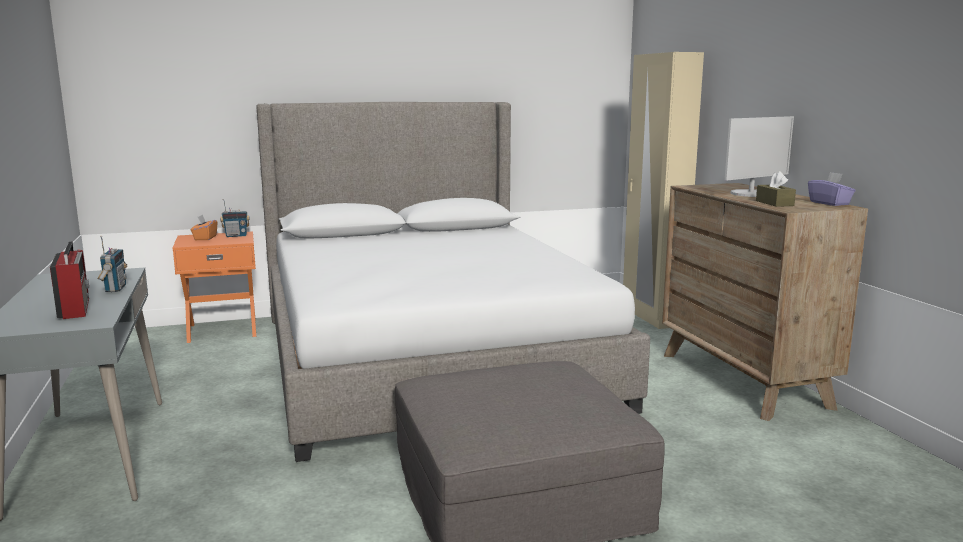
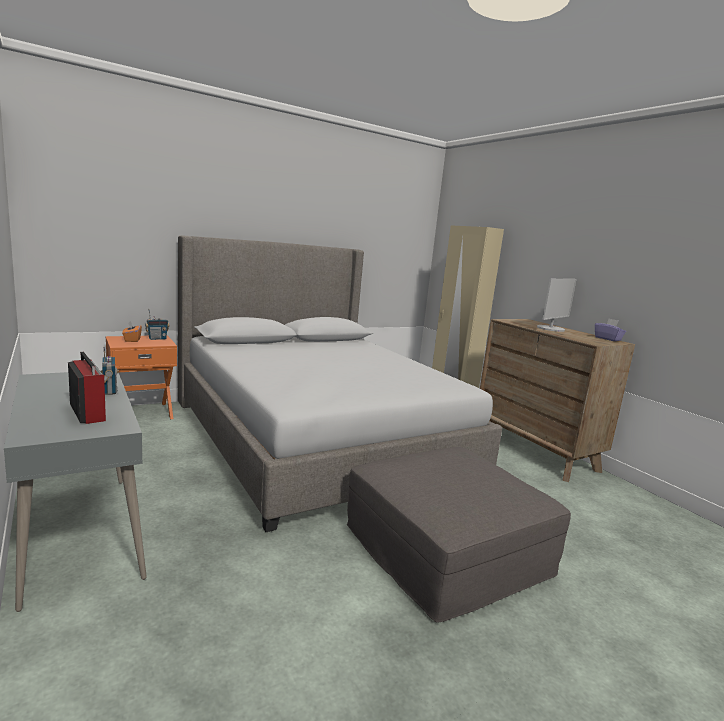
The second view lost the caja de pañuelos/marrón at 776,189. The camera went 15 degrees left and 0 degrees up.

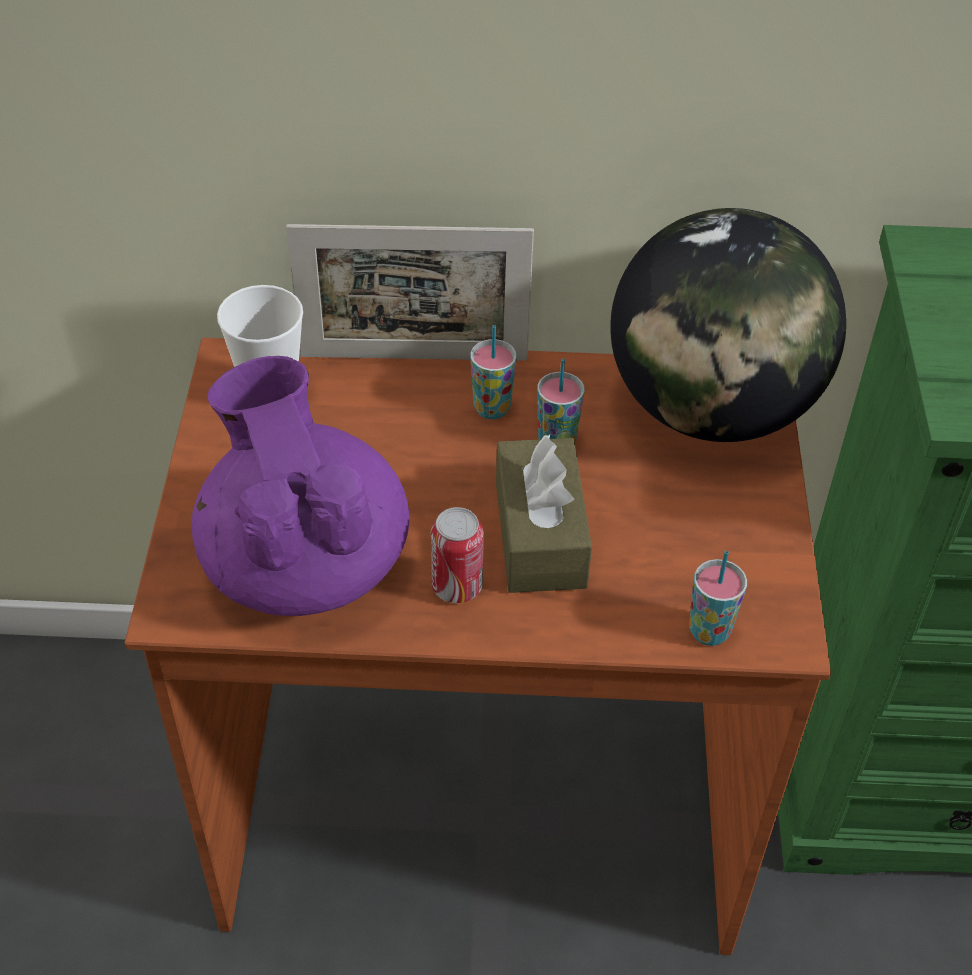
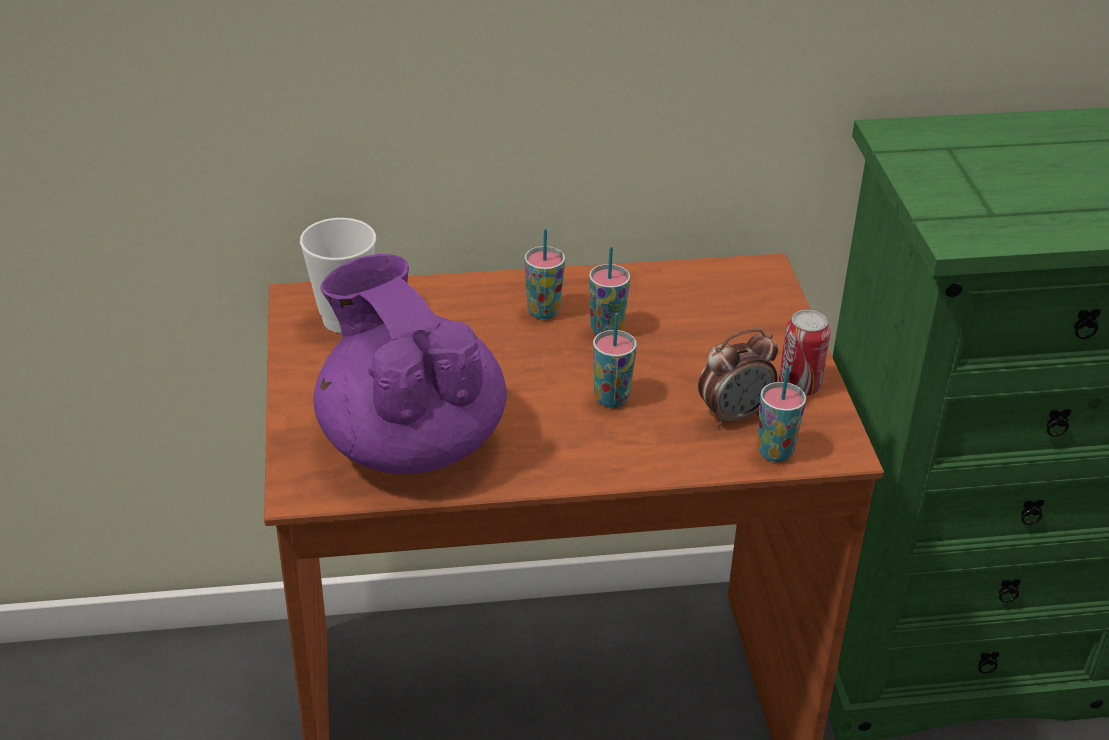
Where the caja de pañuelos/marrón stood at 544,513, the taza came to stand at 615,360. The second view gained the despertador at 738,377. The lata ended up elsewhere, having gone from 457,555 to 805,353. The second view lost the portarretratos at 410,292. The second view lost the globo terráqueo at 728,325. The camera went 10 degrees left and 10 degrees down.

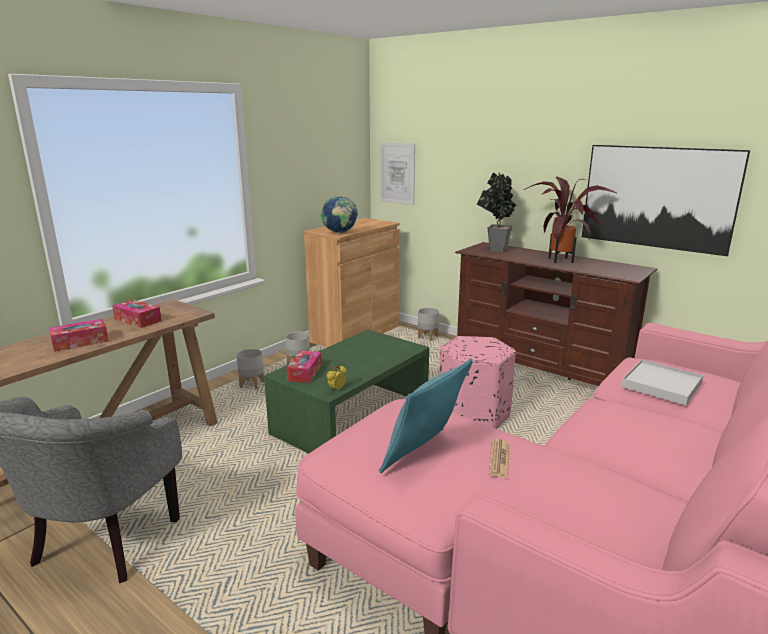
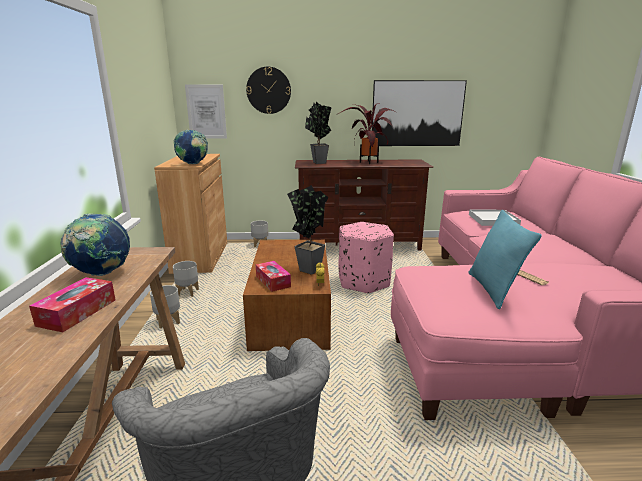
Where the caja de pañuelos stood at 136,313, the globo terráqueo came to stand at 95,244. What was the mesa de centro/verde at 346,391 turned into the mesa de centro/marrón at 287,295. The second view gained the reloj de pared at 268,90. The second view gained the planta en maceta at 307,230. The camera went 40 degrees left and 0 degrees up.

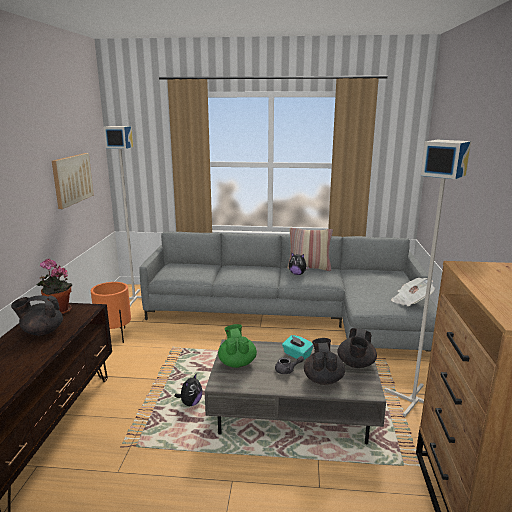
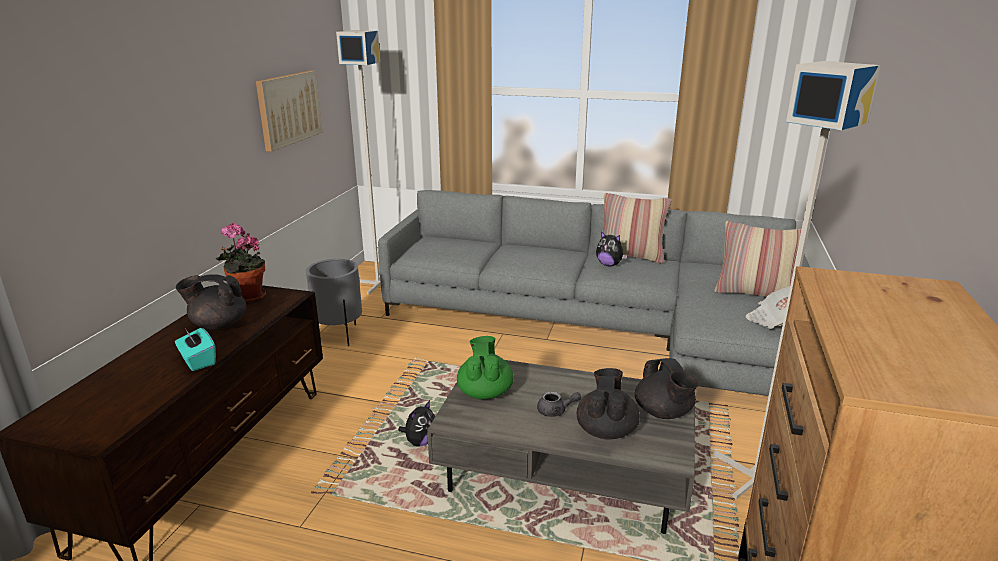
The caja de pañuelos/turquesa ended up elsewhere, having gone from 297,347 to 195,349. What was the maceta/naranja at 111,312 turned into the maceta/gris at 334,302. The tetera/negro at 357,348 ended up facing another way, 45 degrees counterclockwise from before. The second view gained the cojín at 757,259. The camera went 10 degrees right and 5 degrees up.

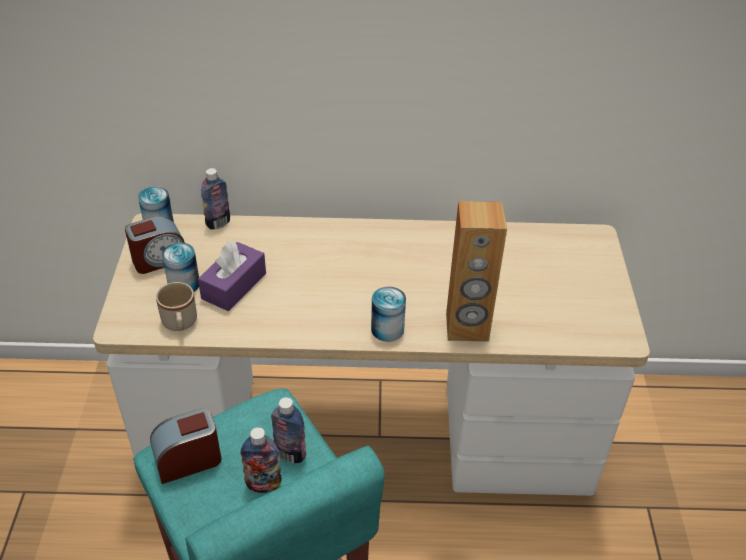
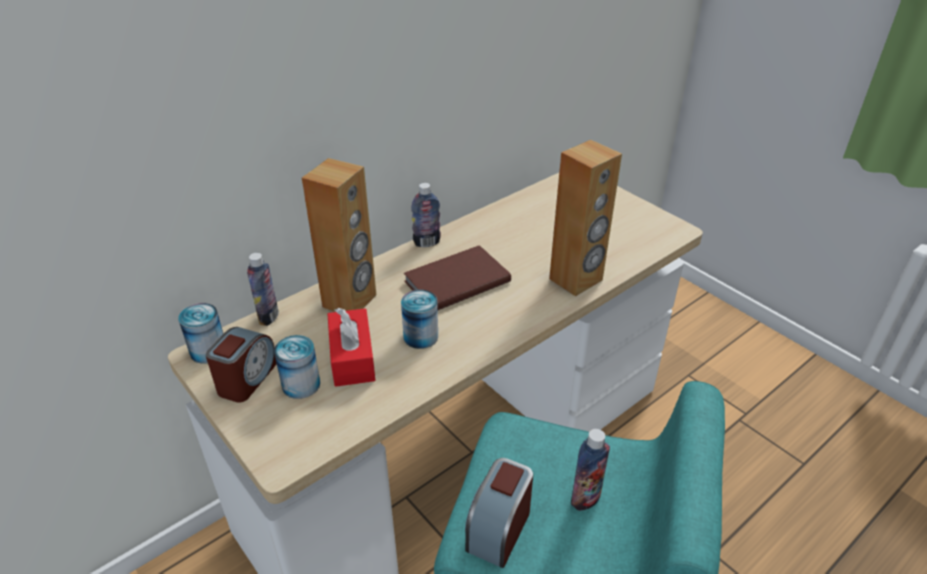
The second view gained the altavoz/marrón at 339,235. What was the caja de pañuelos/morado at 232,276 turned into the caja de pañuelos/rojo at 351,347. The lata ended up elsewhere, having gone from 388,314 to 419,319. The second view gained the libro/marrón at 457,277. The botella ended up elsewhere, having gone from 288,430 to 426,215. The second view lost the taza grande/beis at 176,306. The camera went 40 degrees left and 5 degrees down.

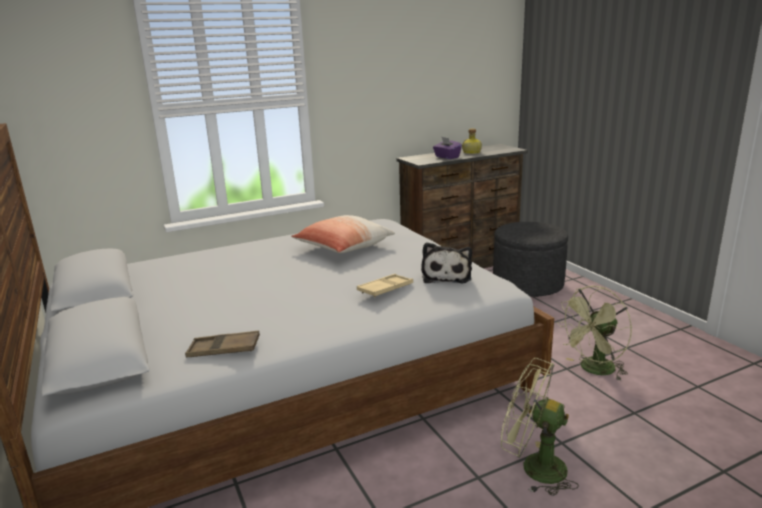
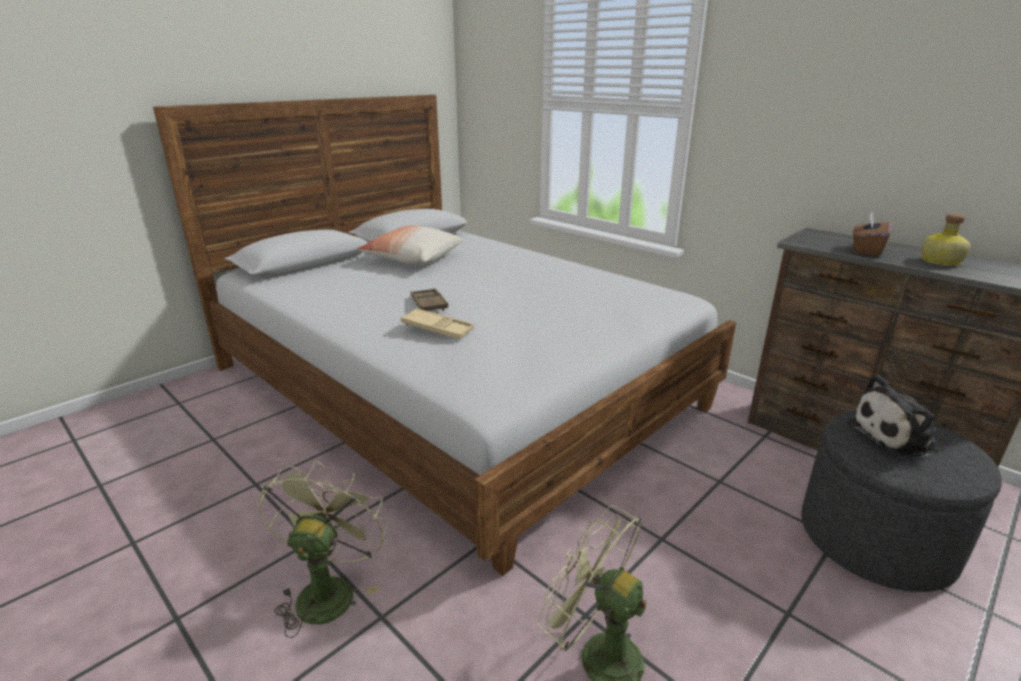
The cojín ended up elsewhere, having gone from 343,234 to 410,245. The bandeja/marrón ended up elsewhere, having gone from 222,344 to 429,299. The peluche ended up elsewhere, having gone from 446,262 to 893,417. What was the caja de pañuelos/morado at 447,148 turned into the caja de pañuelos/marrón at 872,233. The camera went 70 degrees right and 5 degrees up.

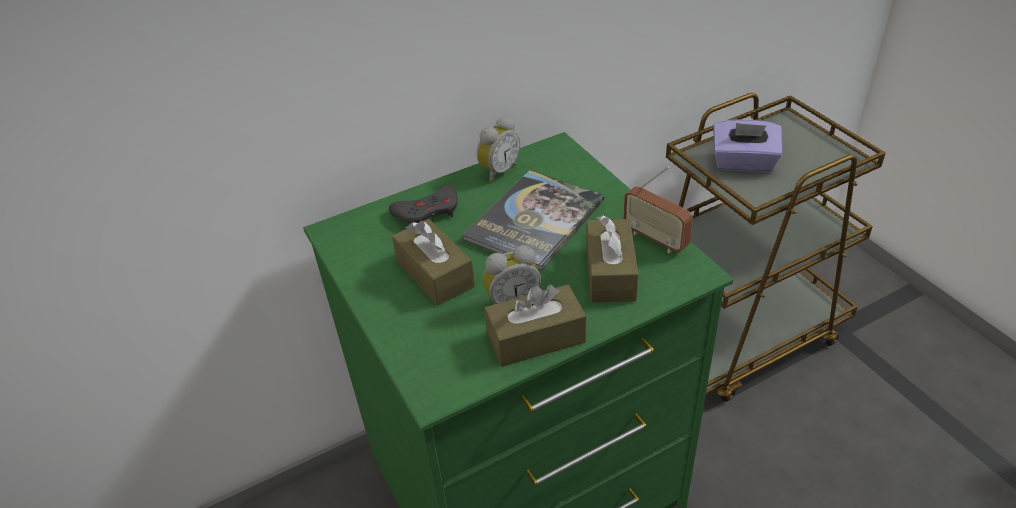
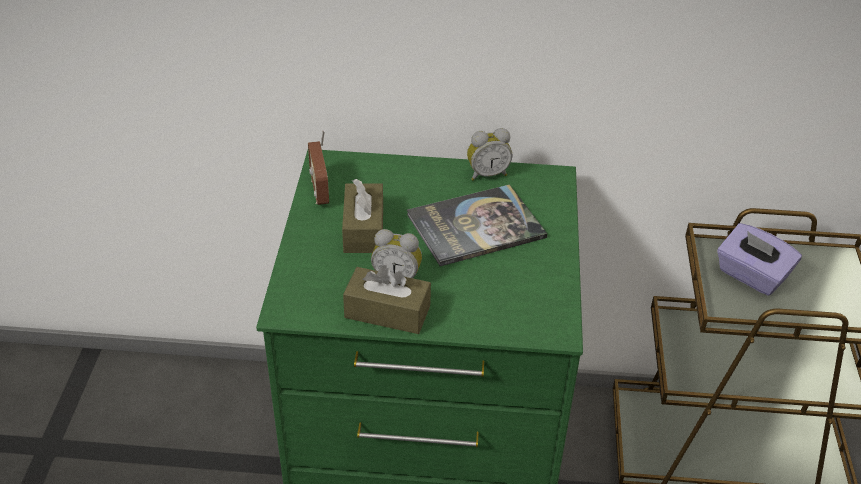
The radio ended up elsewhere, having gone from 658,210 to 318,167. The second view lost the mando de consola/gris at 423,204. The second view lost the caja de pañuelos/marrón at 612,259. The camera went 30 degrees right and 0 degrees up.

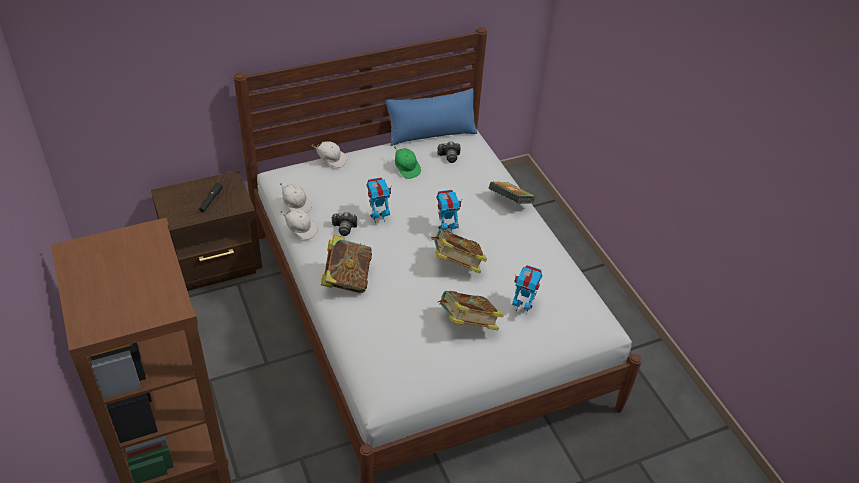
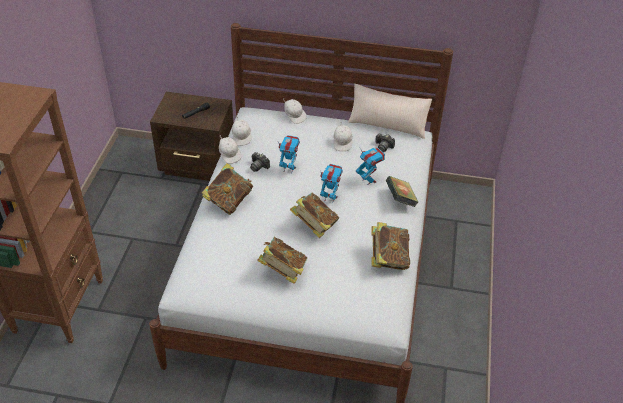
What was the gorra/verde at 407,162 turned into the gorra/blanco at 343,136. What was the cojín/azul at 431,117 turned into the cojín/beis at 390,111. The robot de juguete ended up elsewhere, having gone from 527,289 to 370,166. The second view gained the libro at 390,246. The camera went 35 degrees right and 0 degrees up.

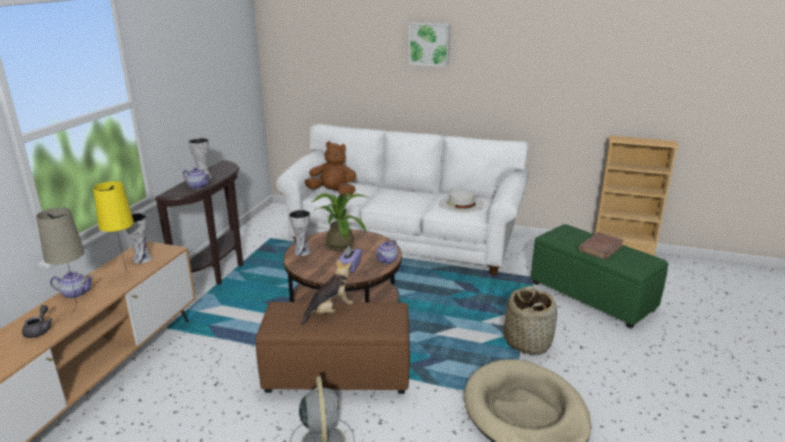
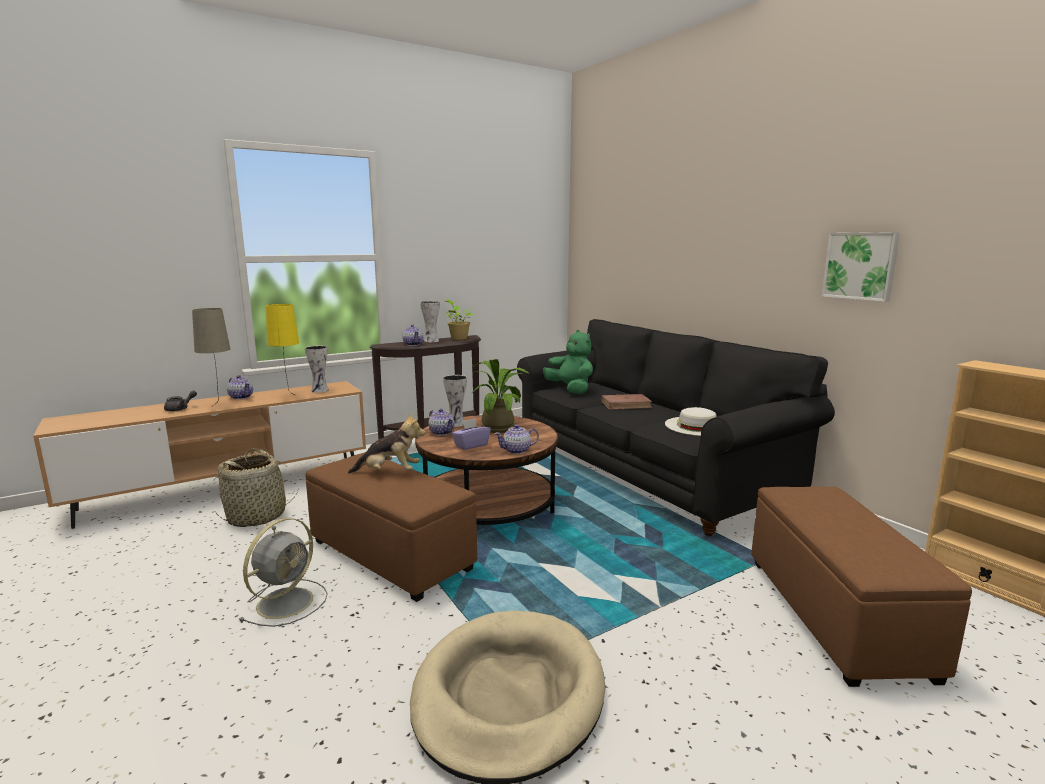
The cesta ended up elsewhere, having gone from 530,320 to 256,487. The second view gained the tetera at 441,422. The second view gained the planta en maceta at 458,319. What was the sofá/blanco at 402,200 turned into the sofá/negro at 676,427. What was the peluche/marrón at 331,168 turned into the peluche/verde at 568,362. The libro/marrón ended up elsewhere, having gone from 601,246 to 627,402. What was the puf/verde at 599,276 turned into the puf/marrón at 861,587. The cuadro ended up elsewhere, having gone from 429,45 to 861,267. The camera went 40 degrees right and 10 degrees down.

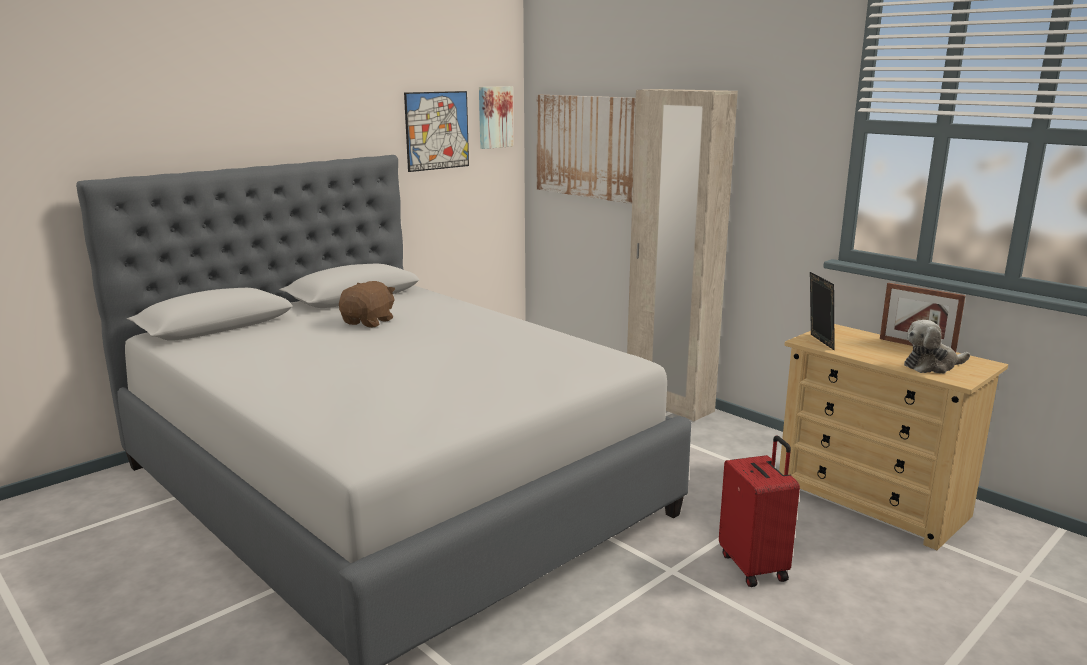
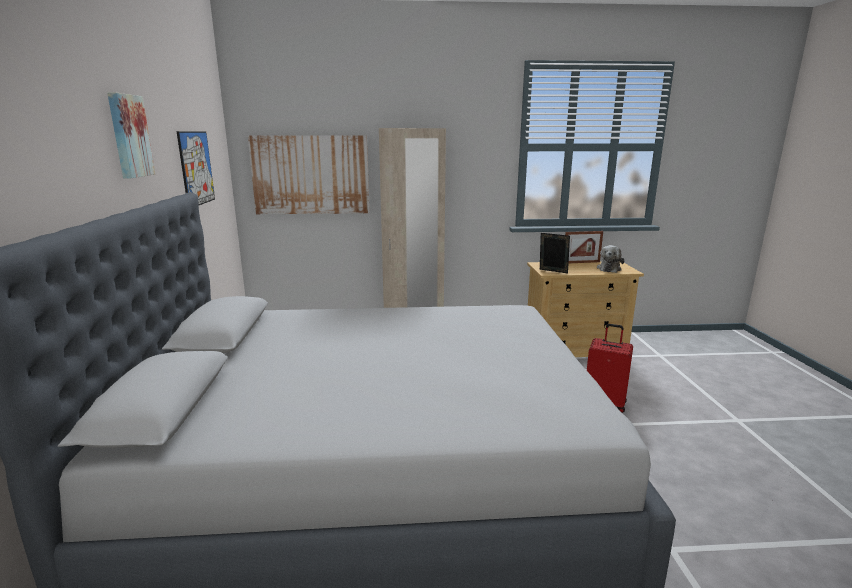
The cuadro ended up elsewhere, having gone from 496,117 to 131,135. The second view lost the peluche/marrón at 367,304. The camera went 50 degrees left and 0 degrees up.

